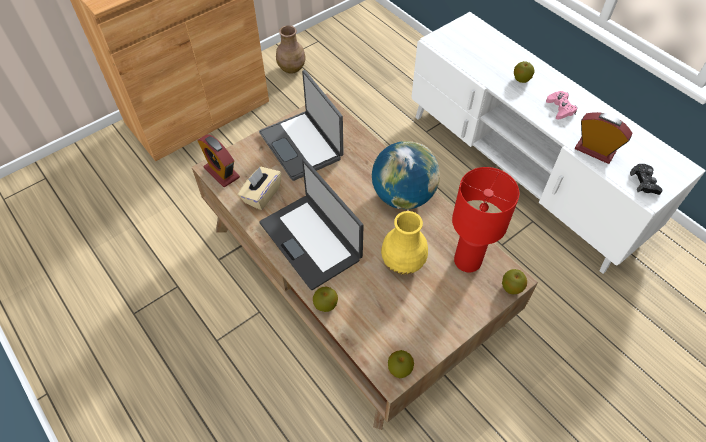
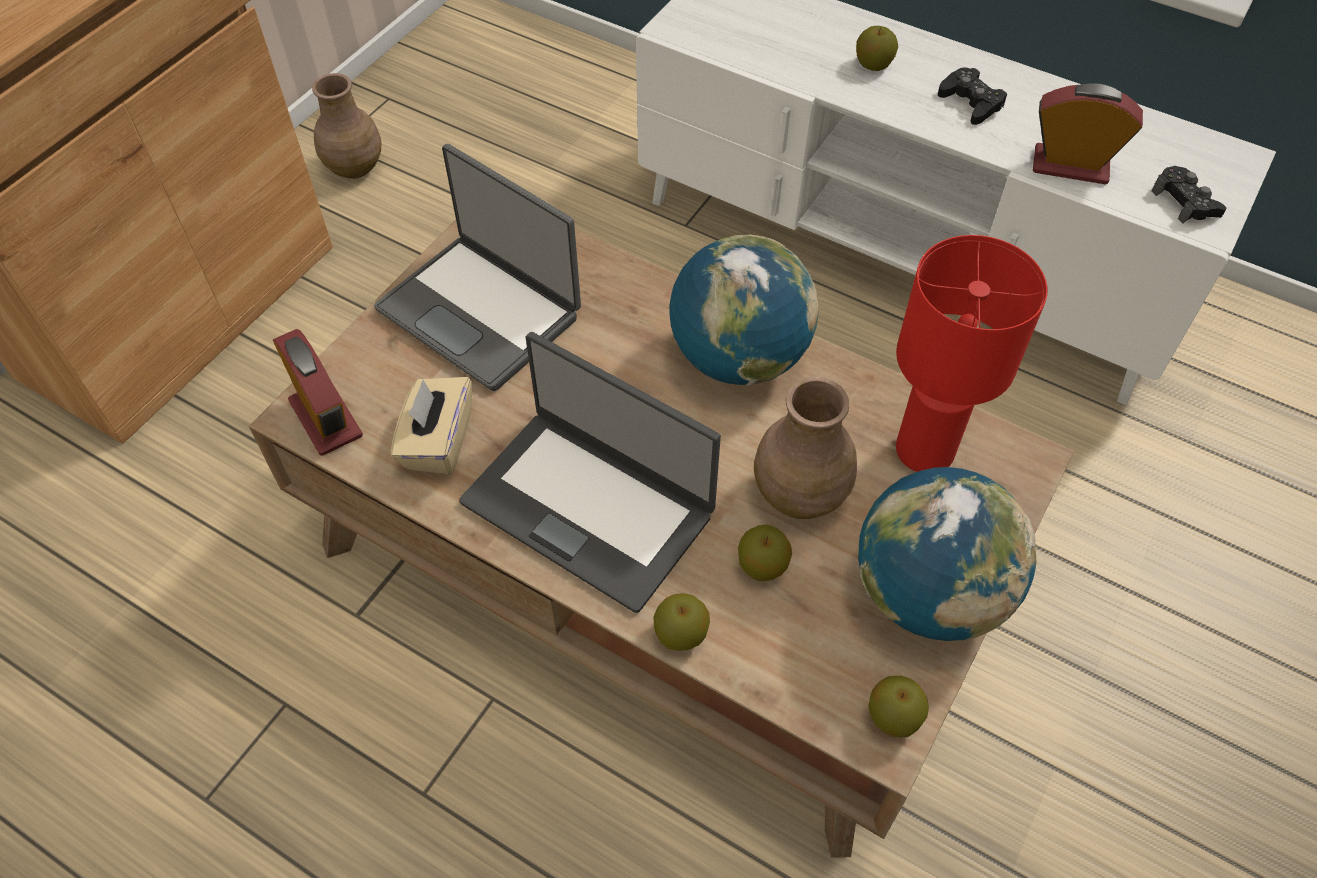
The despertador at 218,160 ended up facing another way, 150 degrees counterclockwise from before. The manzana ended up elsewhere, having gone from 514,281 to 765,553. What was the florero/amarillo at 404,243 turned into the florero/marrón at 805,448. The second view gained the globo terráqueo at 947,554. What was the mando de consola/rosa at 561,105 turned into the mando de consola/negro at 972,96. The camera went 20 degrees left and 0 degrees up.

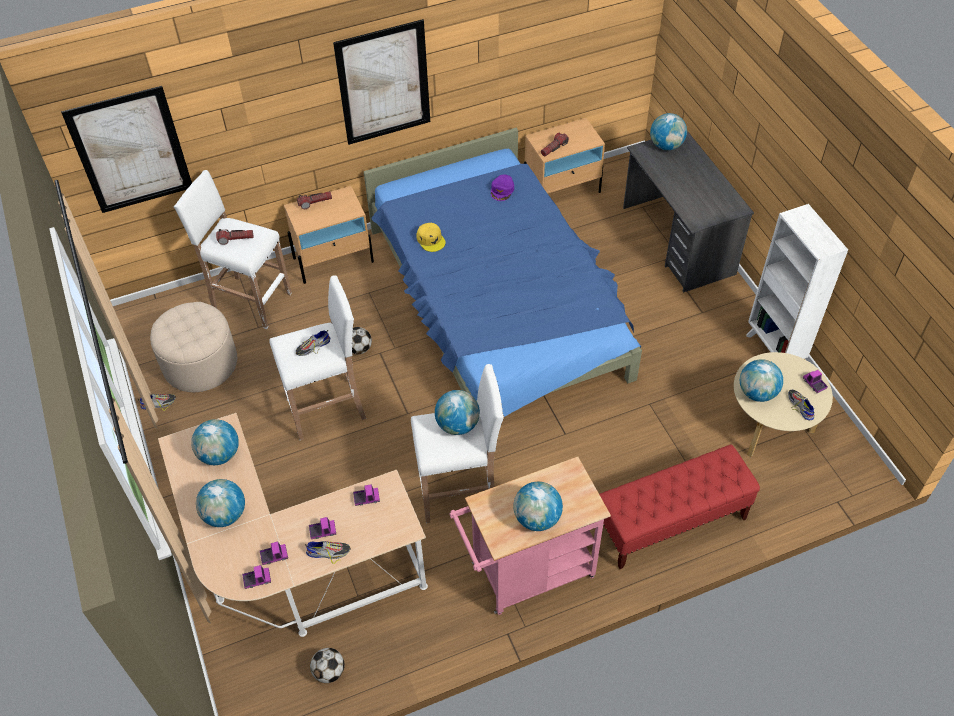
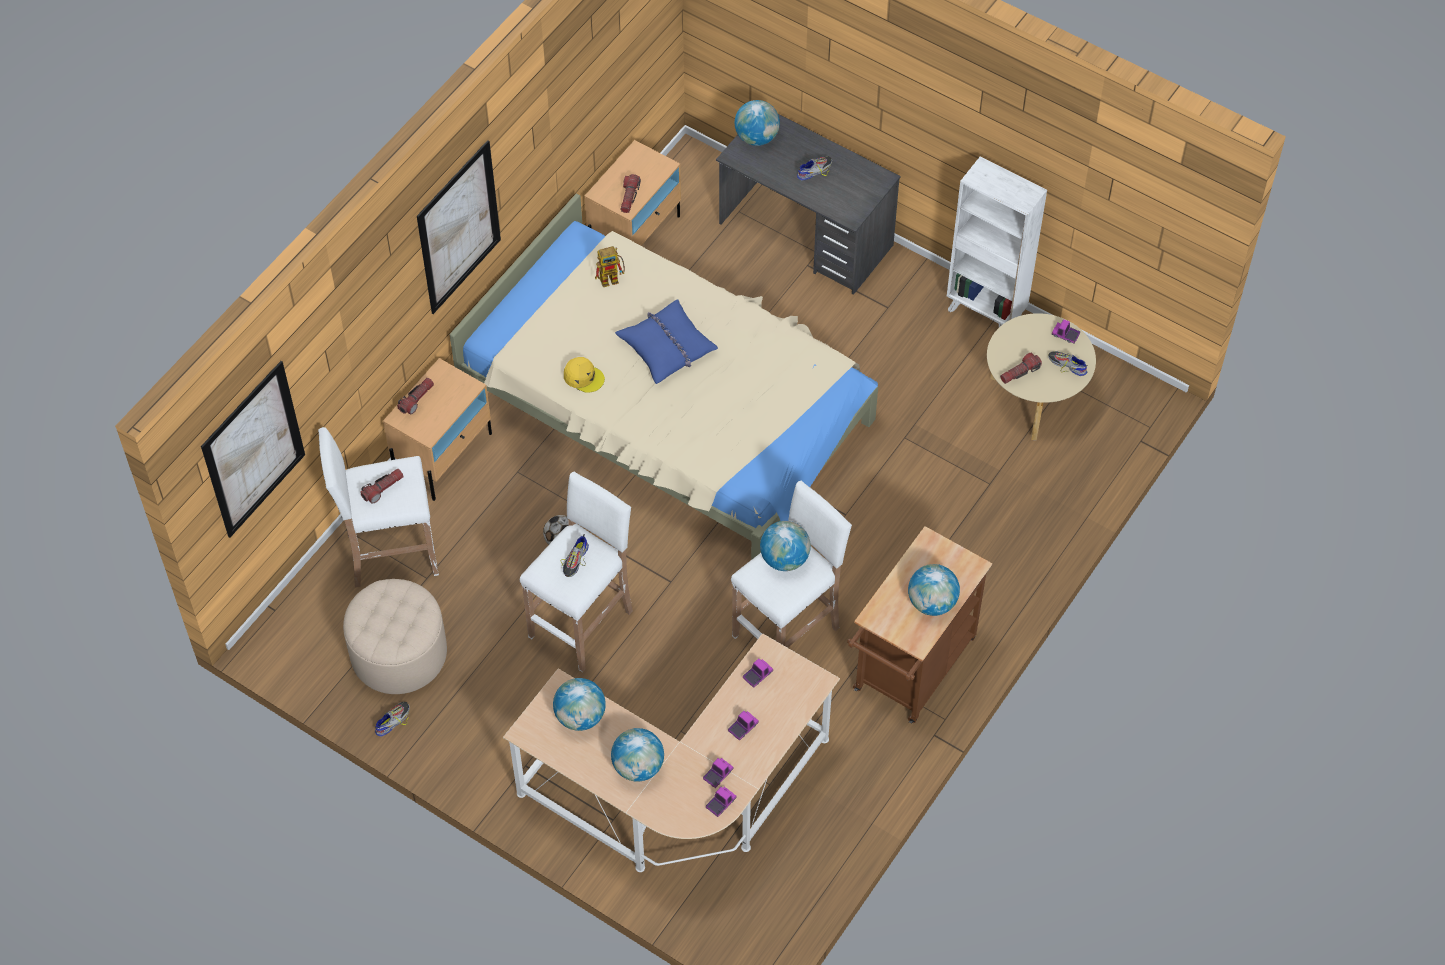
What was the cama/azul at 503,272 turned into the cama/beis at 664,377. Where the gorra/morado stood at 502,188, the robot de juguete came to stand at 610,266. The second view gained the cojín/azul at 666,342. The zapato ended up elsewhere, having gone from 328,552 to 814,168. What was the carrito/rosa at 530,536 turned into the carrito/marrón at 919,625. Where the globo terráqueo stood at 761,380, the linterna came to stand at 1021,368. The second view lost the balón de fútbol at 327,665. The second view lost the banco/rojo at 679,507. The camera went 35 degrees left and 5 degrees up.

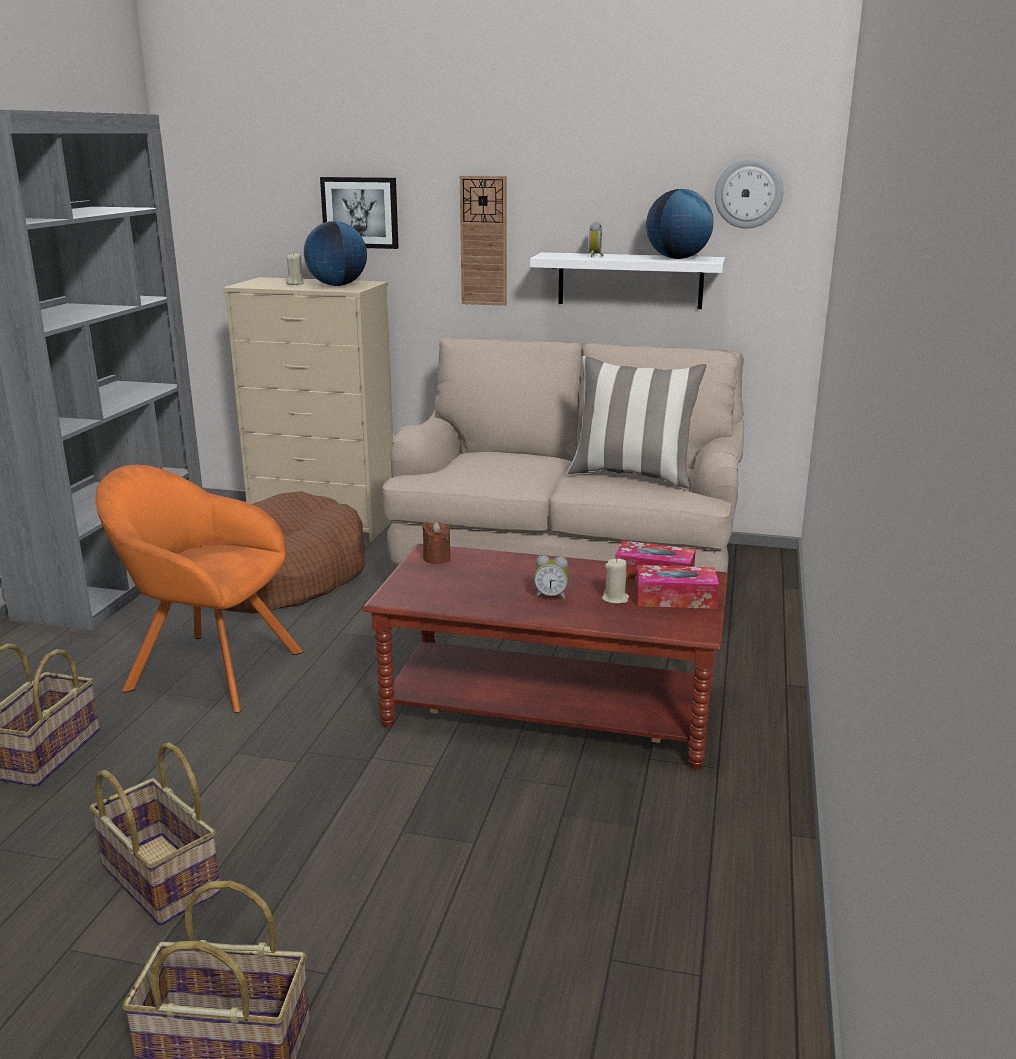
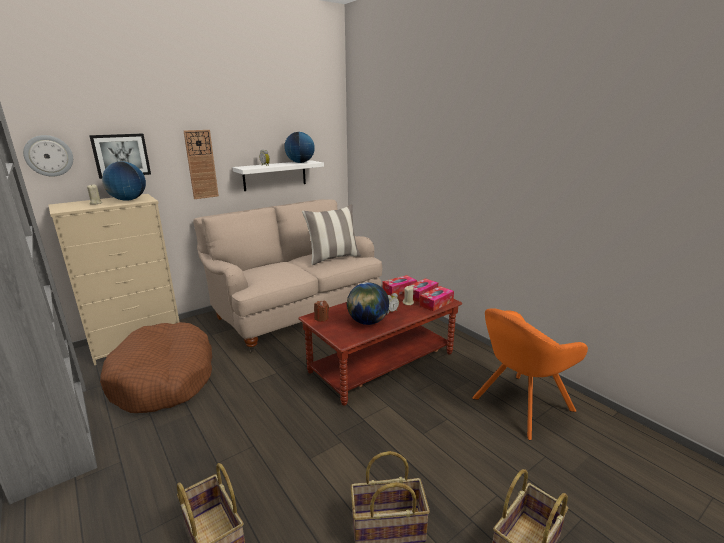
The reloj de pared ended up elsewhere, having gone from 749,193 to 48,156. The second view gained the globo terráqueo at 368,303. The second view gained the caja de pañuelos at 436,298. The sillón/naranja ended up elsewhere, having gone from 199,589 to 530,374. The camera went 50 degrees left and 0 degrees up.

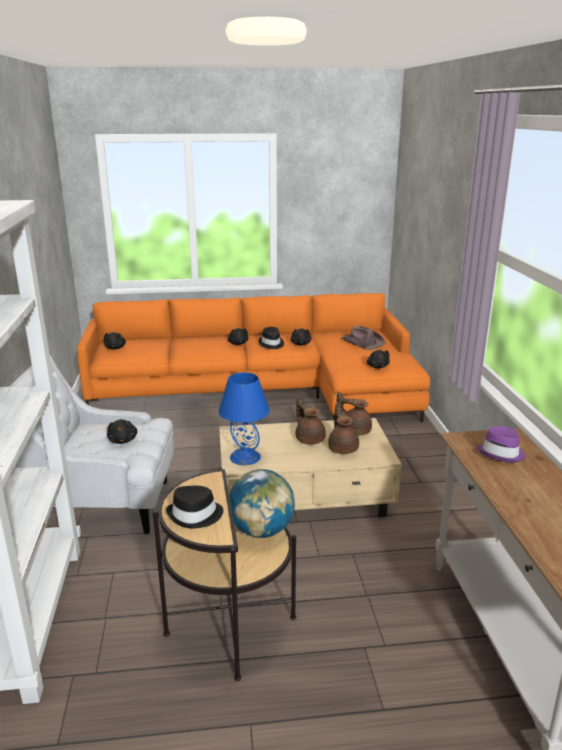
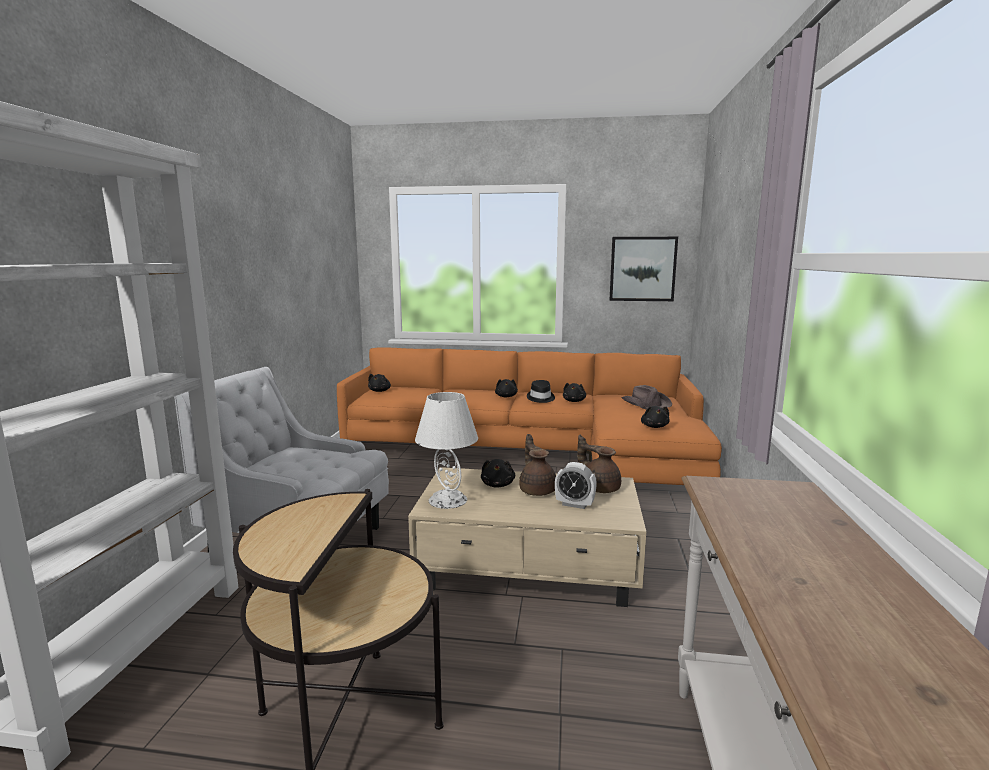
What was the lámpara de mesa/azul at 244,418 turned into the lámpara de mesa/blanco at 446,450. The peluche/negro ended up elsewhere, having gone from 122,431 to 498,473. Where the tetera/marrón stood at 343,428, the despertador came to stand at 576,485. The second view gained the cuadro at 644,269. The second view lost the sombrero/negro at 194,507. The second view lost the globo terráqueo at 262,503. The second view lost the sombrero/morado at 500,444. The camera went 15 degrees right and 10 degrees down.

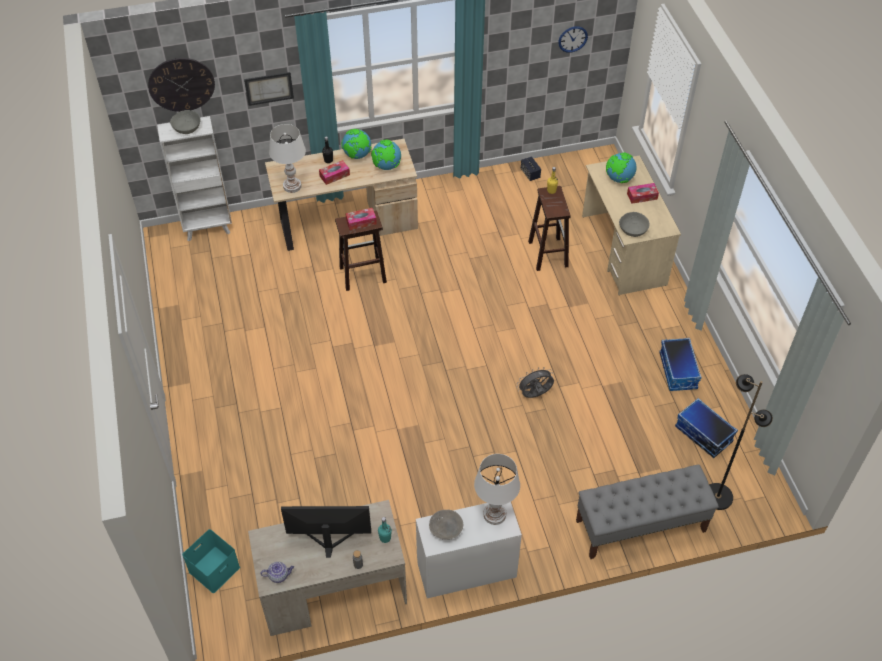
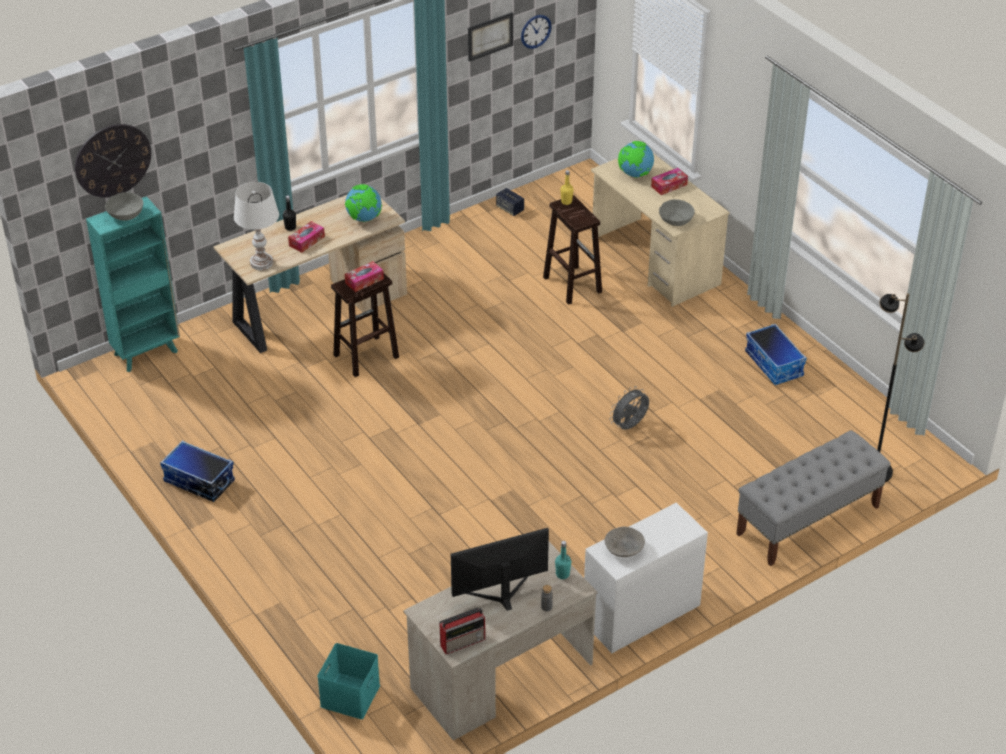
What was the estantería/blanco at 194,178 turned into the estantería/turquesa at 133,284. The caja de almacenaje ended up elsewhere, having gone from 706,428 to 197,471. Where the tetera stood at 277,572, the radio came to stand at 462,631. The cuadro ended up elsewhere, having gone from 269,89 to 490,37. The second view lost the globo terráqueo at 357,144. The second view lost the lámpara de mesa/blanco at 497,489. The camera went 20 degrees left and 10 degrees down.

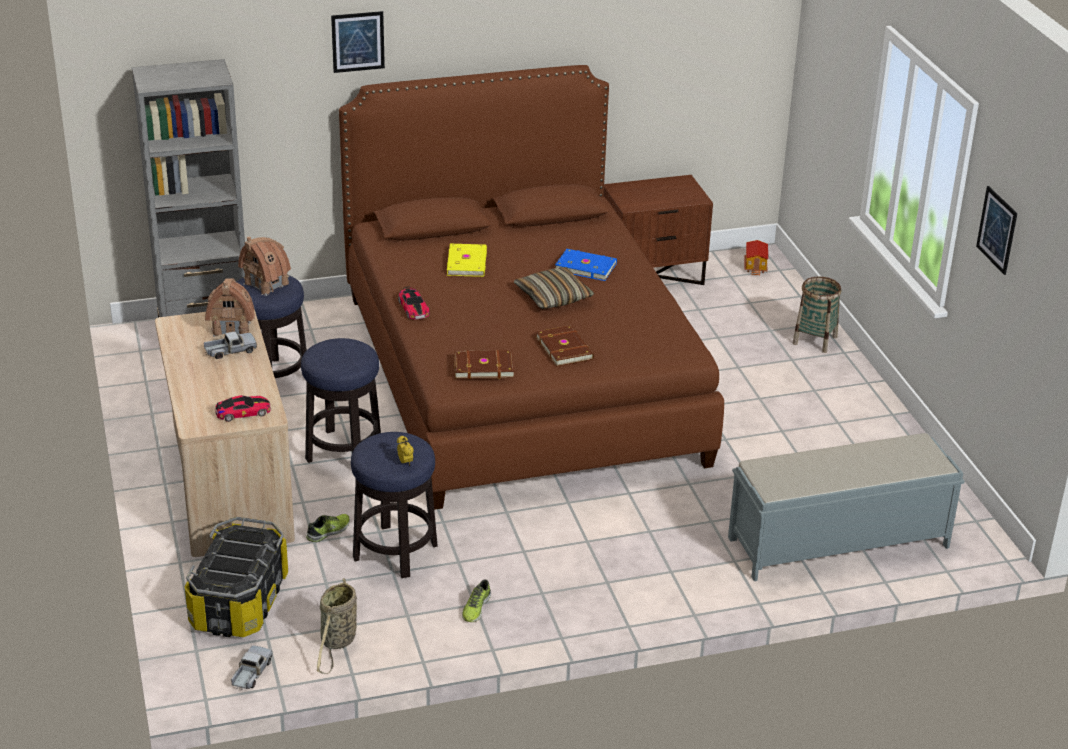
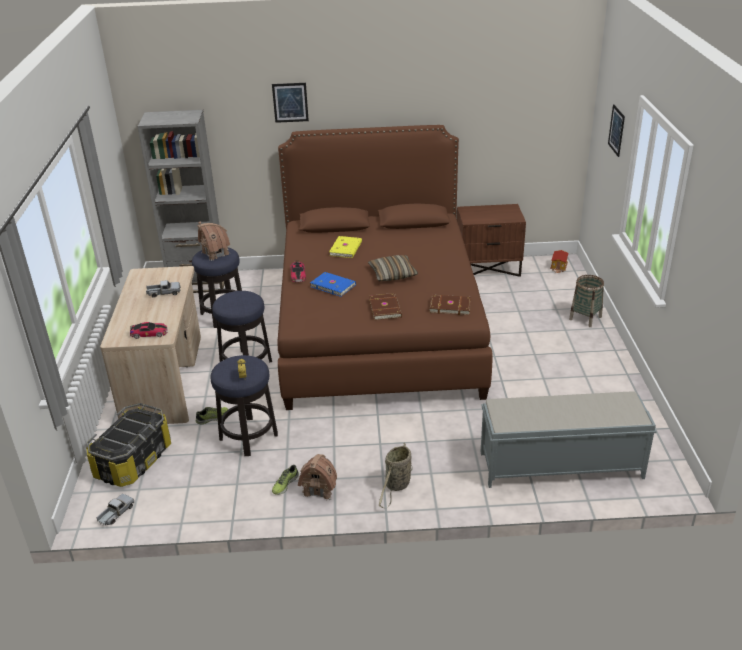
The casita ended up elsewhere, having gone from 230,307 to 317,477. The libro/azul ended up elsewhere, having gone from 586,265 to 333,284. The cesta ended up elsewhere, having gone from 337,626 to 396,475. The libro/marrón ended up elsewhere, having gone from 484,364 to 450,305. The cuadro ended up elsewhere, having gone from 996,230 to 616,130. The camera went 15 degrees right and 0 degrees up.

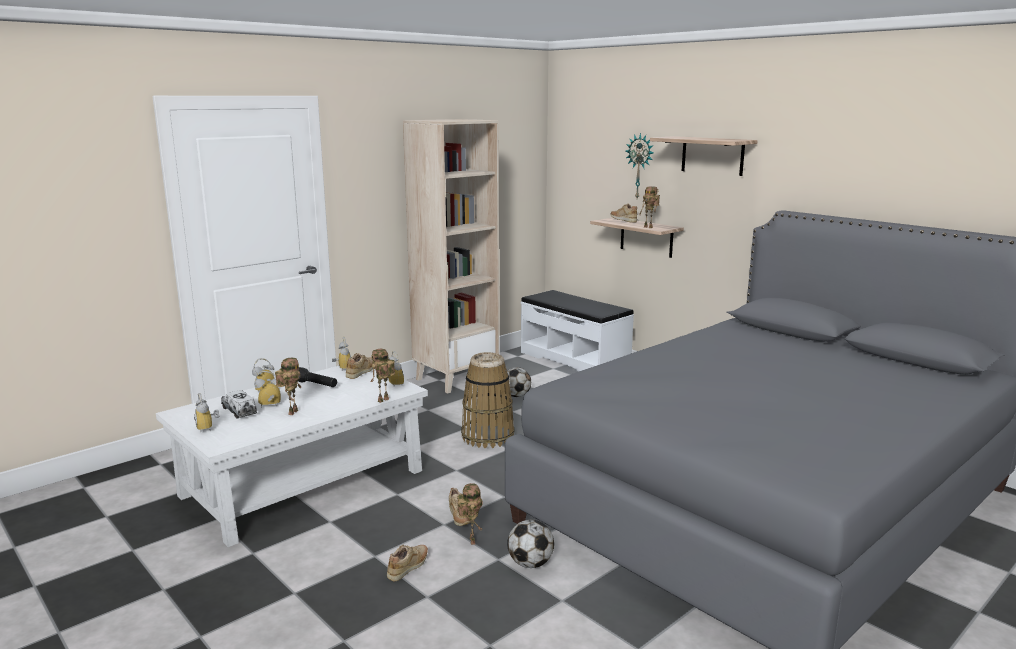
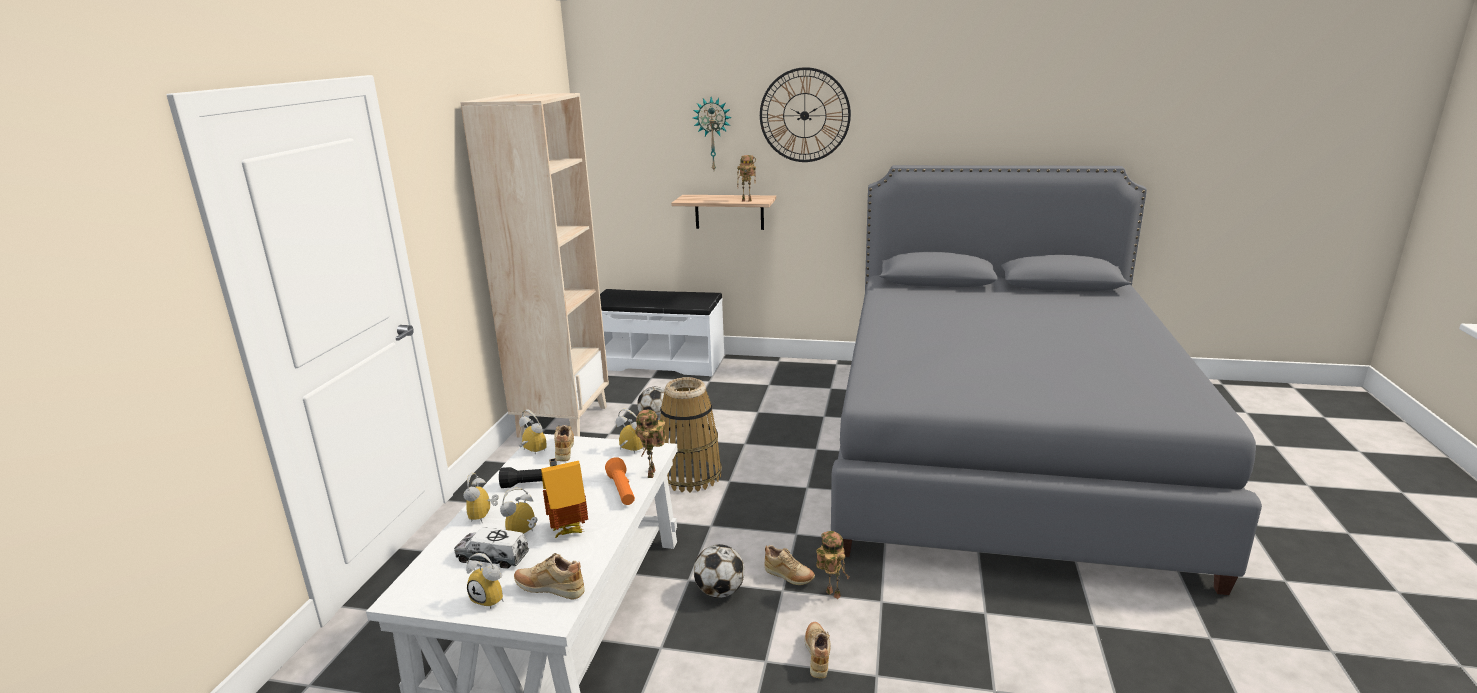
The zapato/beis ended up elsewhere, having gone from 623,213 to 549,576. Where the robot de juguete stood at 288,386, the casita came to stand at 564,498. The second view gained the linterna/naranja at 620,481. The balón de fútbol ended up elsewhere, having gone from 530,544 to 719,571. Where the estante hung at 704,156, the reloj de pared came to hang at 805,114. The camera went 35 degrees left and 5 degrees up.

